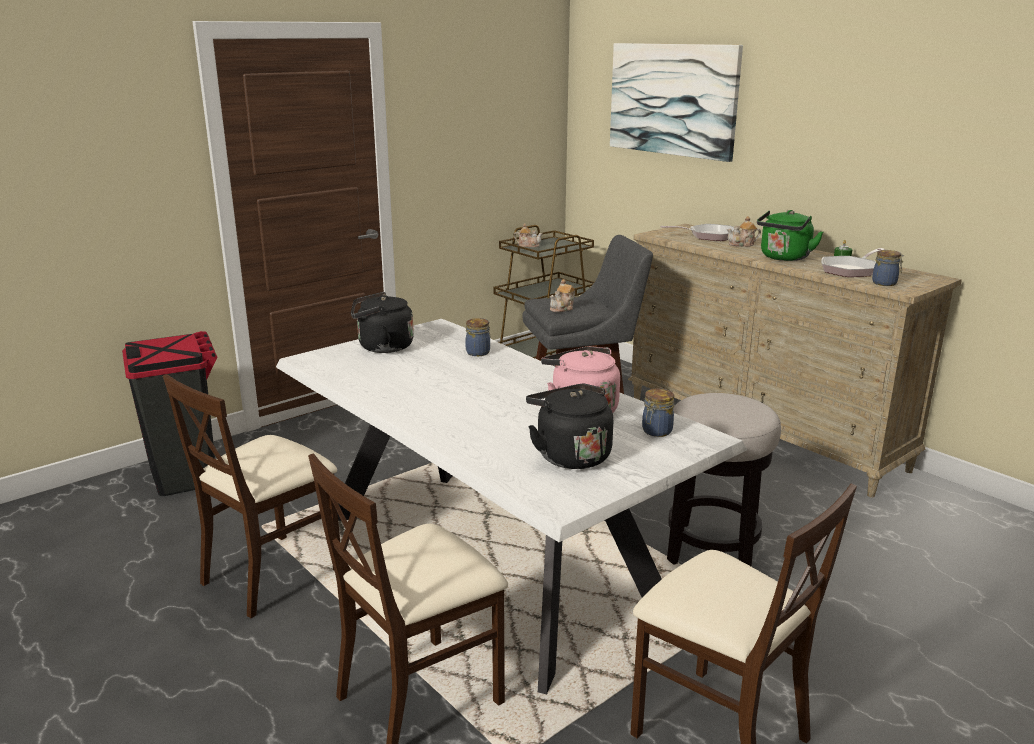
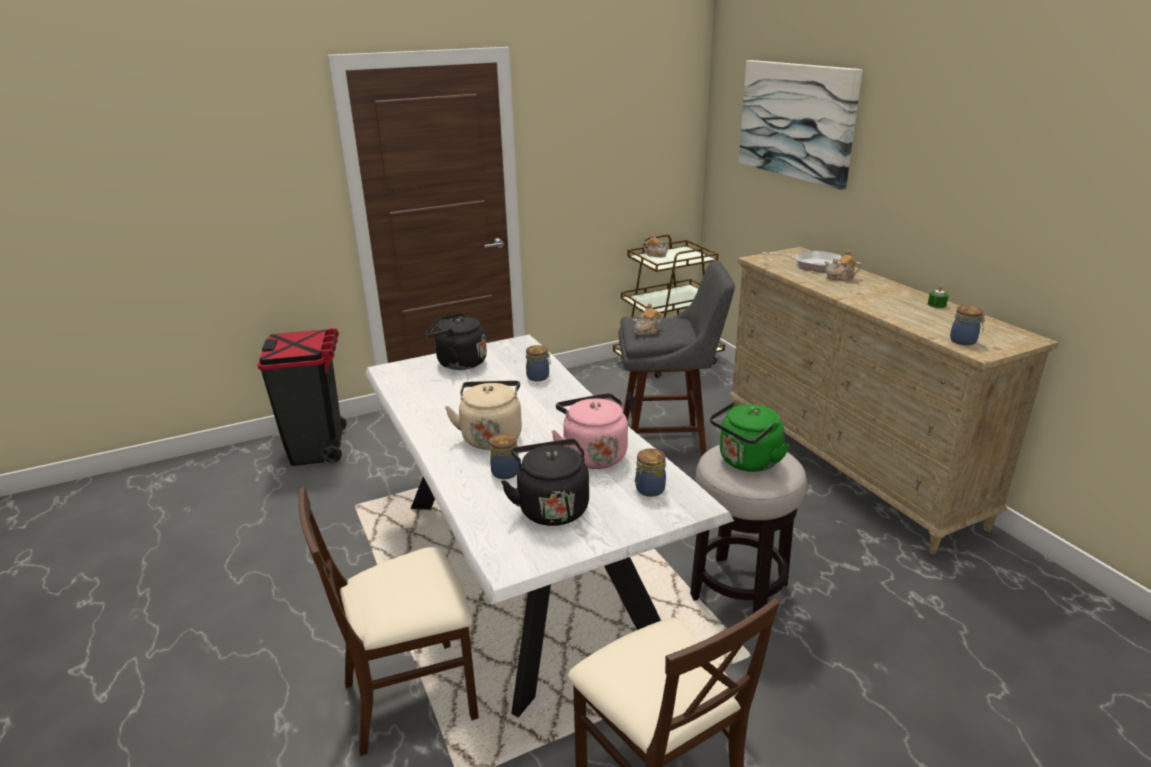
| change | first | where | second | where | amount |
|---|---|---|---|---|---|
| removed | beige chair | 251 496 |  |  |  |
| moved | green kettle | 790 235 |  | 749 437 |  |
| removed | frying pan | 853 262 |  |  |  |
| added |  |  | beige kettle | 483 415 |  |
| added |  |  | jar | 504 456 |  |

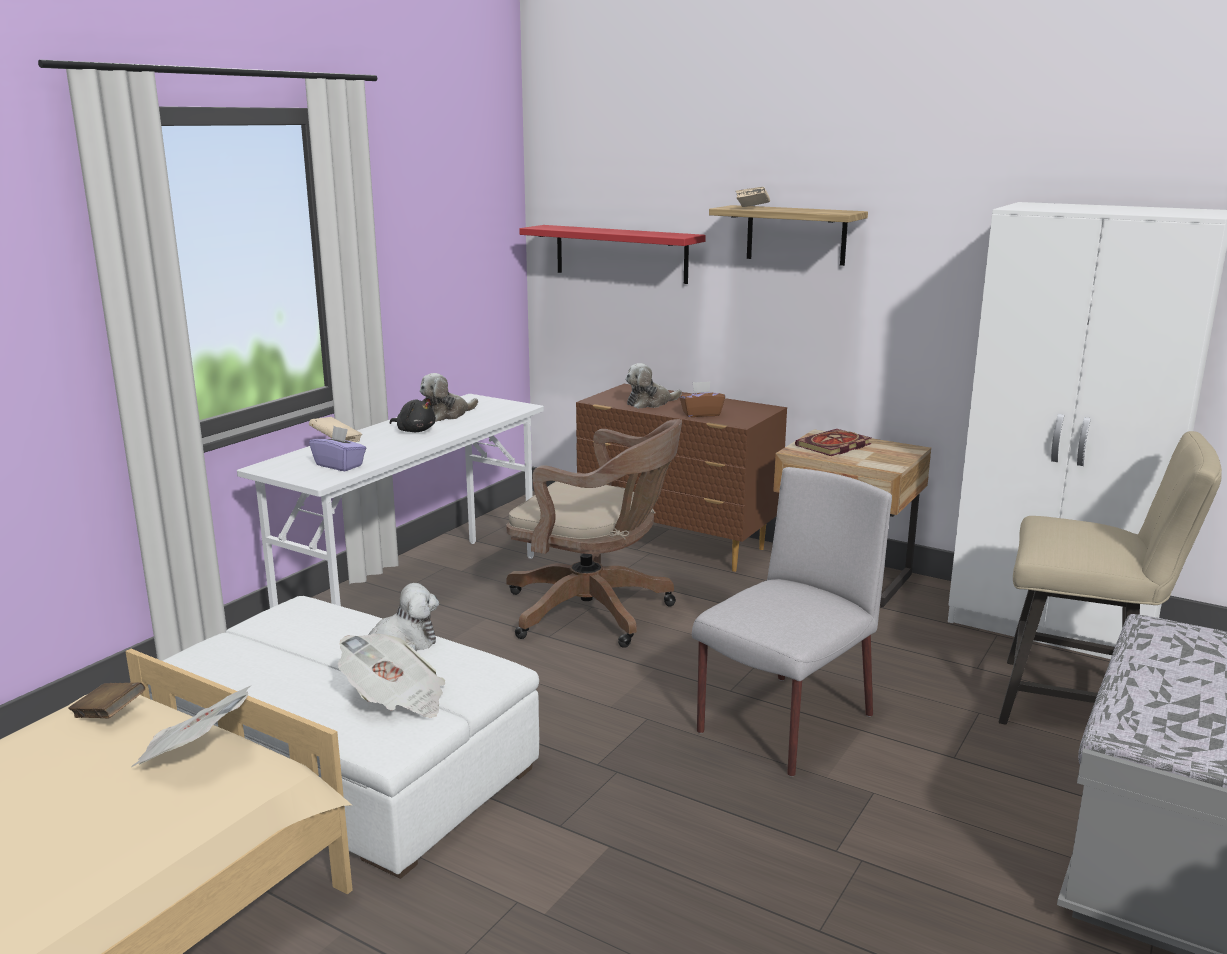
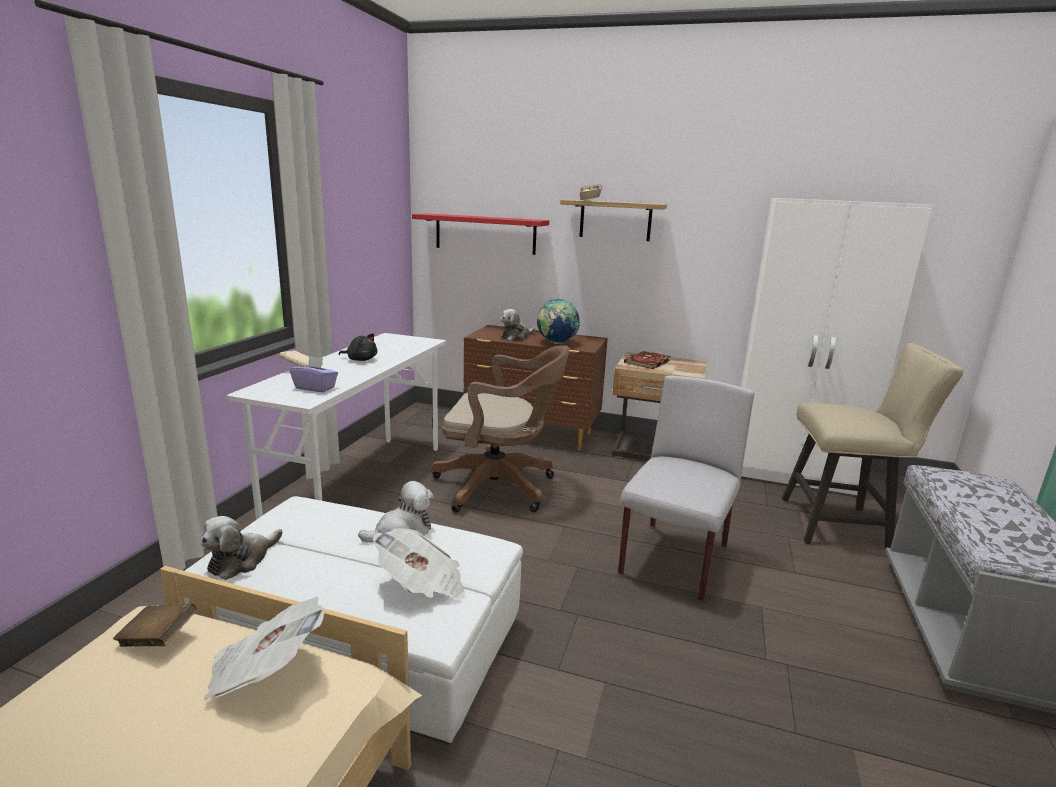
| change | first | where | second | where | amount |
|---|---|---|---|---|---|
| moved | plush toy | 449 397 |  | 242 548 |  |
| replaced | brown tissue box | 702 399 | globe | 558 321 |  |

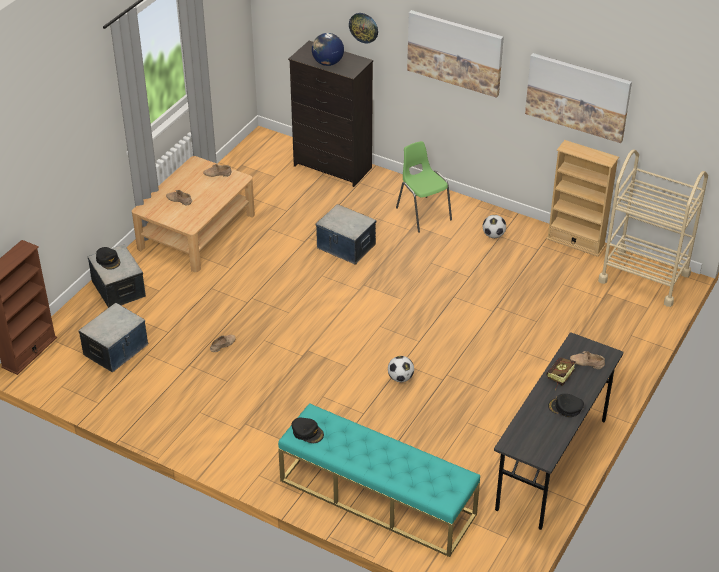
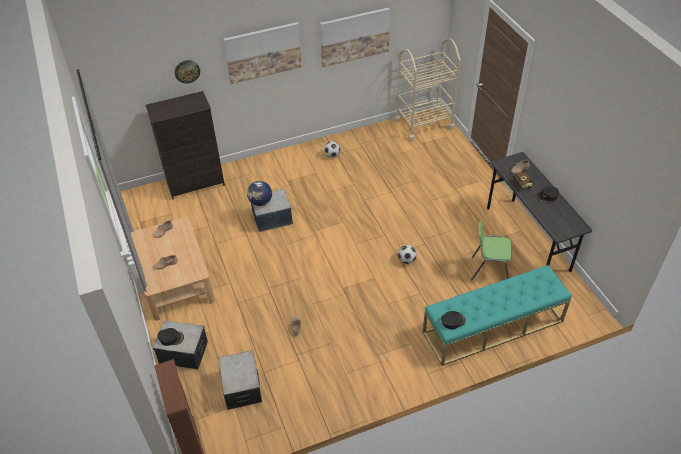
| change | first | where | second | where | amount |
|---|---|---|---|---|---|
| moved | globe | 328 49 |  | 259 193 |  |
| moved | green chair | 424 187 |  | 491 251 |  |
| removed | beige bookcase | 582 198 |  |  |  |

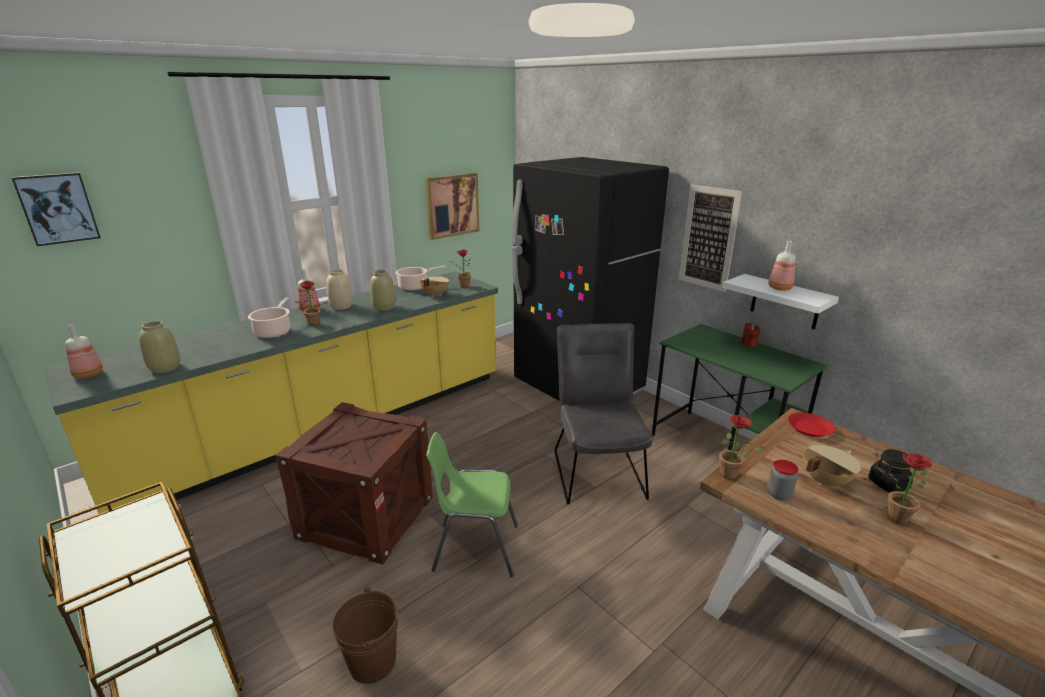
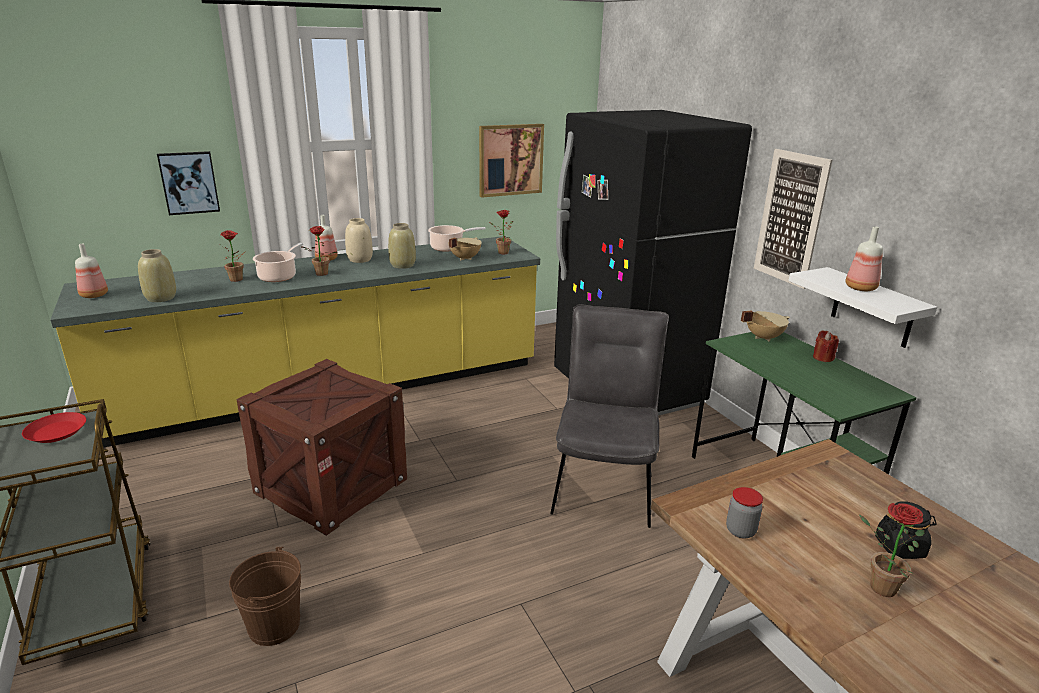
| change | first | where | second | where | amount |
|---|---|---|---|---|---|
| moved | picture | 56 209 |  | 188 183 |  |
| removed | green chair | 472 504 |  |  |  |
| moved | potted plant | 741 447 |  | 233 256 |  |
| moved | red plate | 811 424 |  | 54 427 |  |
| moved | beige cooking pot | 832 466 |  | 765 326 |  |

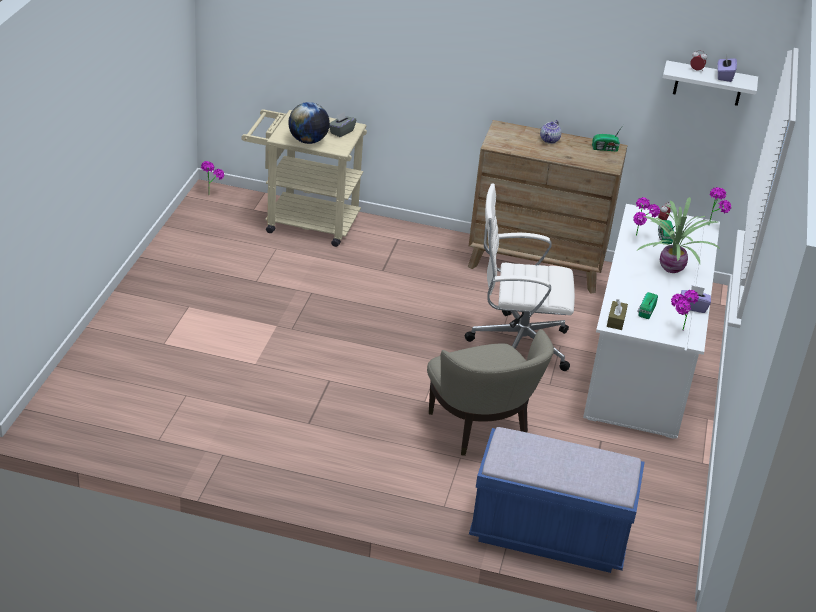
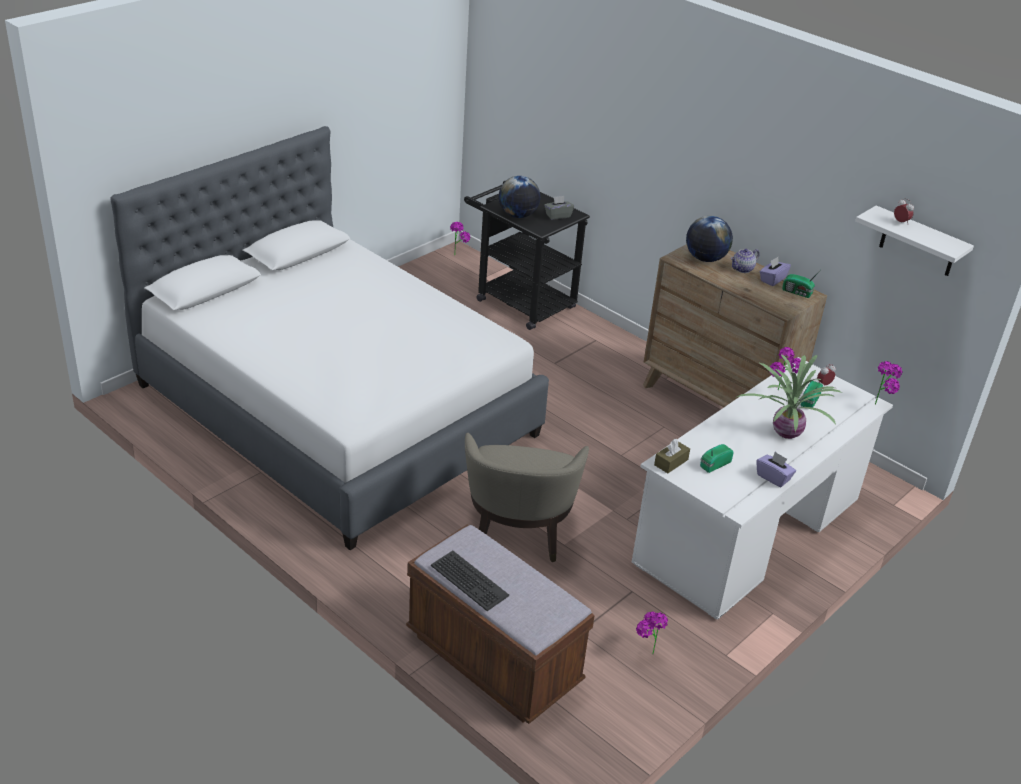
| change | first | where | second | where | amount |
|---|---|---|---|---|---|
| recoloured | beige cart | 304 178 | black cart | 527 255 |  |
| removed | white office chair | 520 277 |  |  |  |
| recoloured | blue bench | 557 500 | brown bench | 500 624 |  |
| moved | potted plant | 685 310 |  | 652 633 |  |
| moved | purple tissue box | 727 68 |  | 775 271 |  |
| added |  |  | white bed | 330 338 |  |
| added |  |  | keyboard | 470 581 |  |
| added |  |  | globe | 709 239 |  |

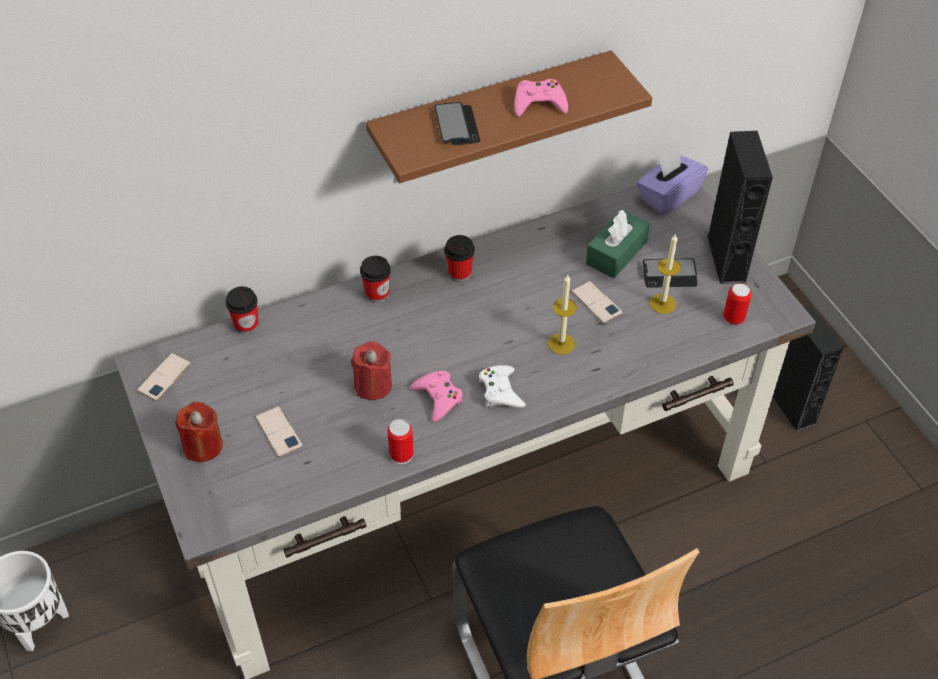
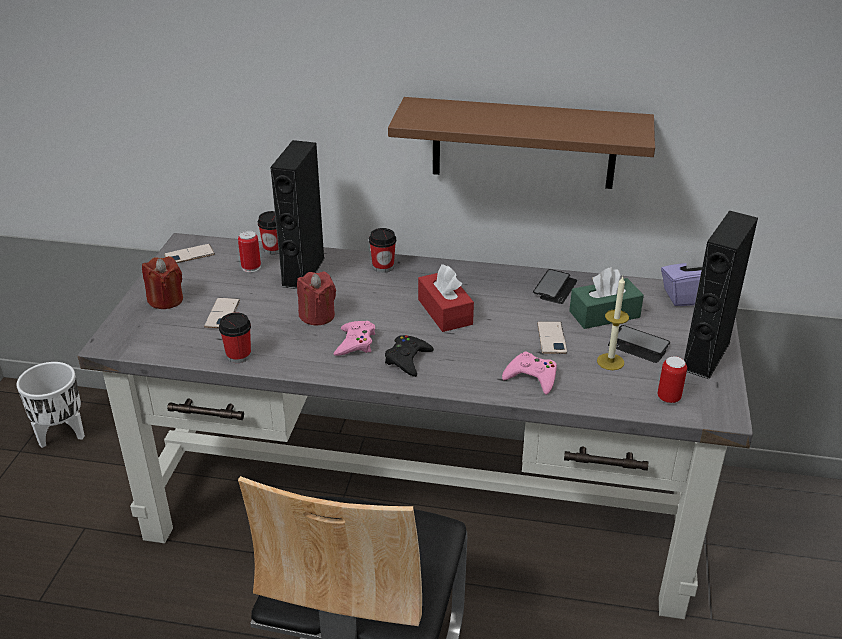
| change | first | where | second | where | amount |
|---|---|---|---|---|---|
| moved | can | 400 441 |  | 249 251 |  |
| moved | phone | 457 123 |  | 555 286 |  |
| moved | cup | 459 258 |  | 235 338 |  |
| recoloured | white game controller | 502 386 | black game controller | 409 356 |  |
| moved | pink game controller | 541 98 |  | 529 373 |  |
| removed | candle | 562 315 |  |  |  |
| moved | black speaker | 808 369 |  | 297 214 |  |
| added |  |  | red tissue box | 446 298 |  |

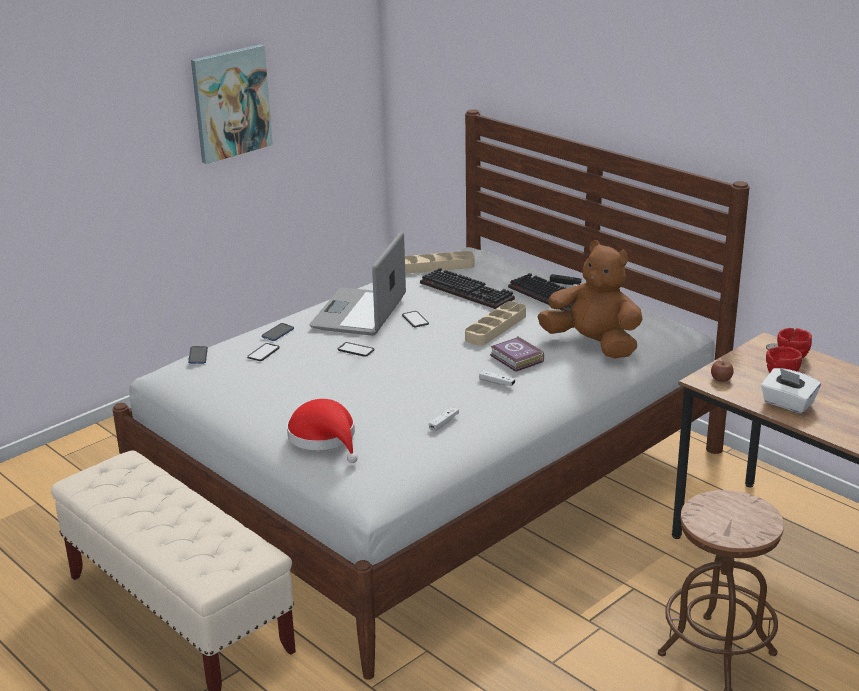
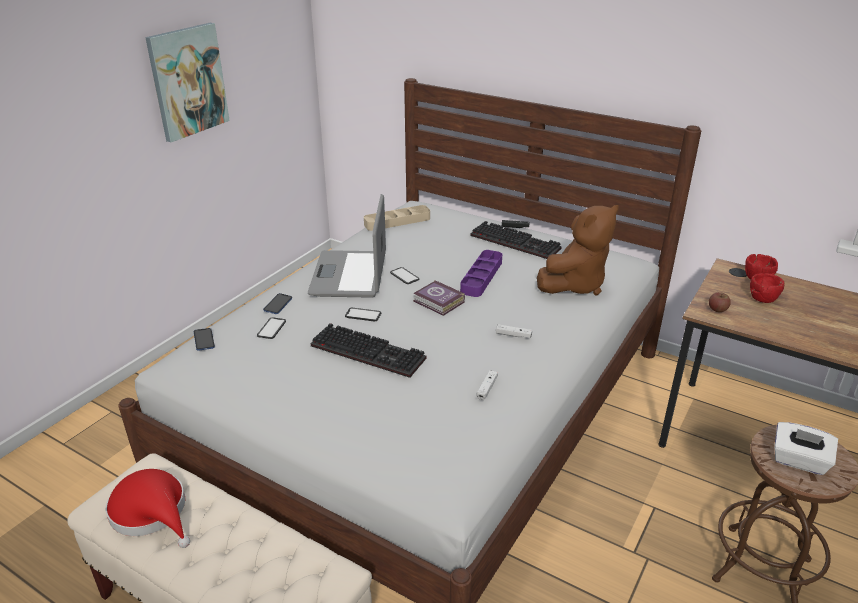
| change | first | where | second | where | amount |
|---|---|---|---|---|---|
| moved | red hat | 322 431 |  | 148 508 |  |
| moved | keyboard | 467 288 |  | 368 350 |  |
| recoloured | beige tray | 495 323 | purple tray | 481 273 |  |
| moved | book | 517 354 |  | 439 298 |  |
| turned | brown plush toy | 590 299 |  | 578 250 | 120 degrees clockwise |
| moved | white tissue box | 791 391 |  | 806 448 |  |

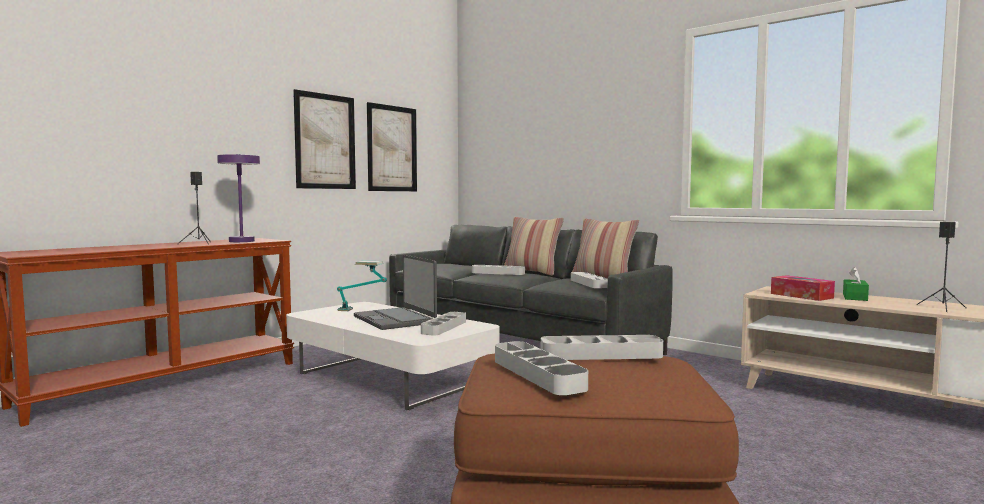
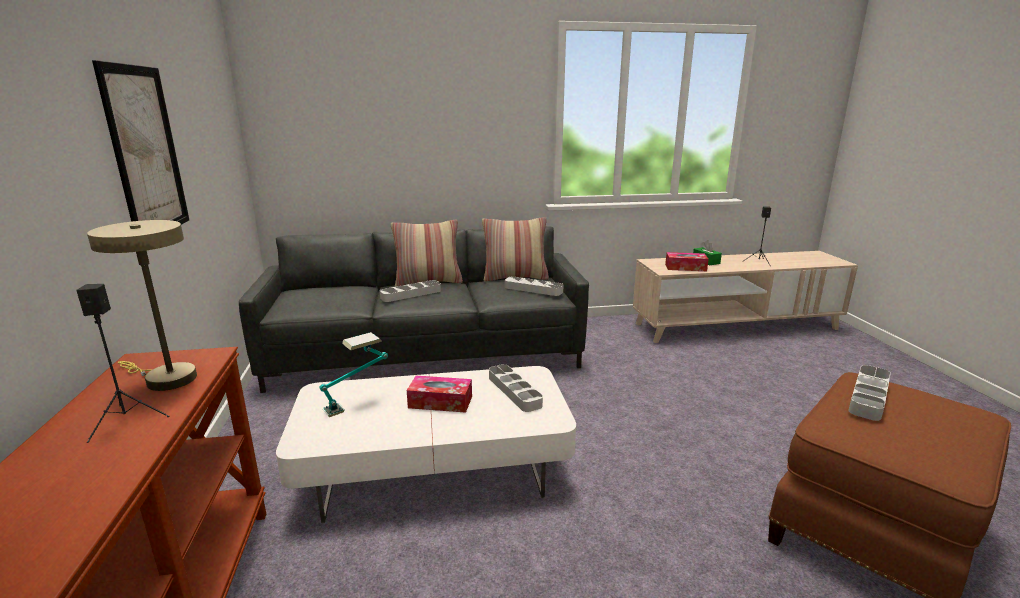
| change | first | where | second | where | amount |
|---|---|---|---|---|---|
| recoloured | purple table lamp | 238 198 | beige table lamp | 142 305 |  |
| replaced | laptop | 395 292 | tissue box | 439 394 |  |
| removed | picture | 392 146 |  |  |  |
| removed | grey tray | 541 368 |  |  |  |

